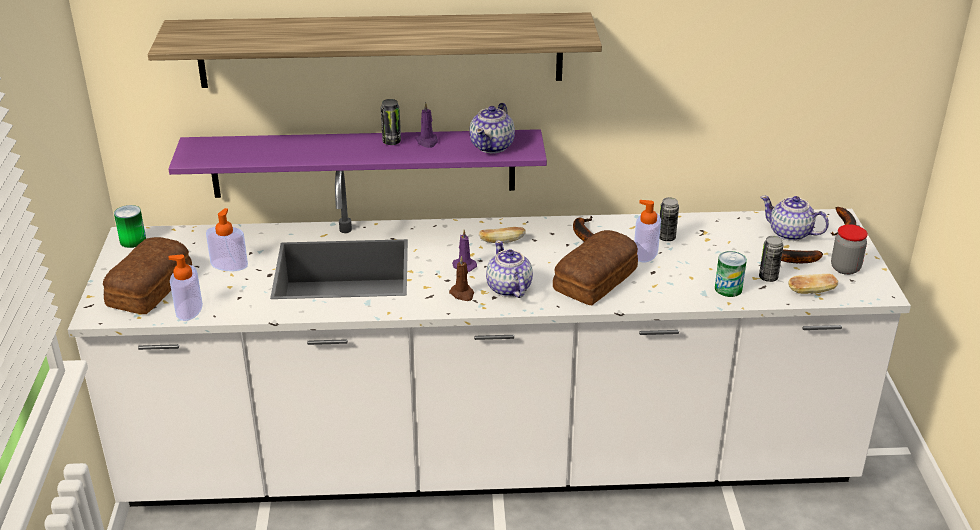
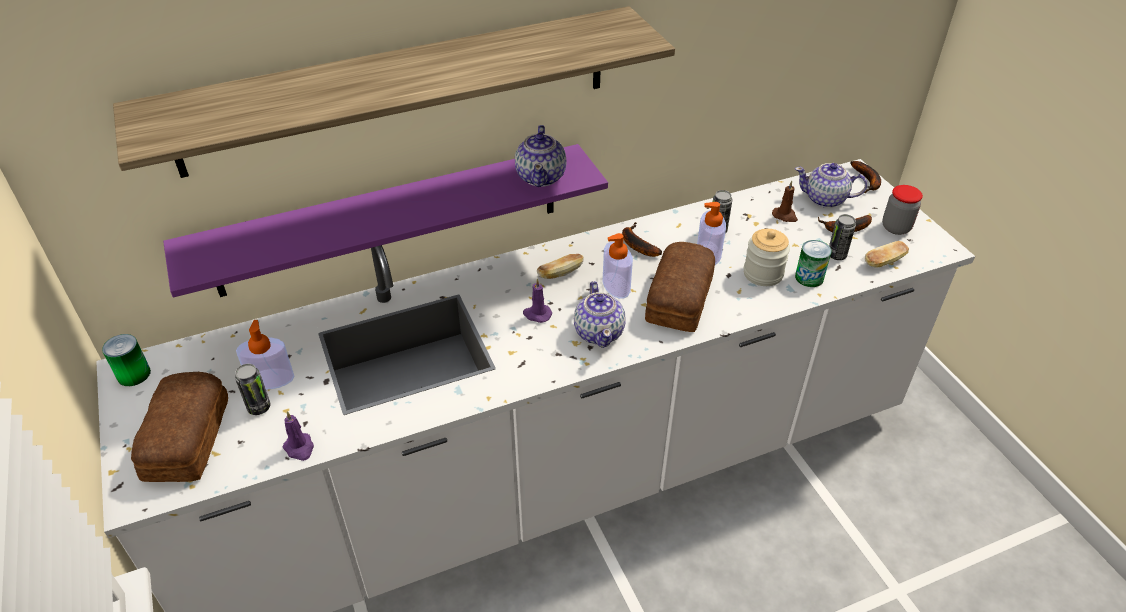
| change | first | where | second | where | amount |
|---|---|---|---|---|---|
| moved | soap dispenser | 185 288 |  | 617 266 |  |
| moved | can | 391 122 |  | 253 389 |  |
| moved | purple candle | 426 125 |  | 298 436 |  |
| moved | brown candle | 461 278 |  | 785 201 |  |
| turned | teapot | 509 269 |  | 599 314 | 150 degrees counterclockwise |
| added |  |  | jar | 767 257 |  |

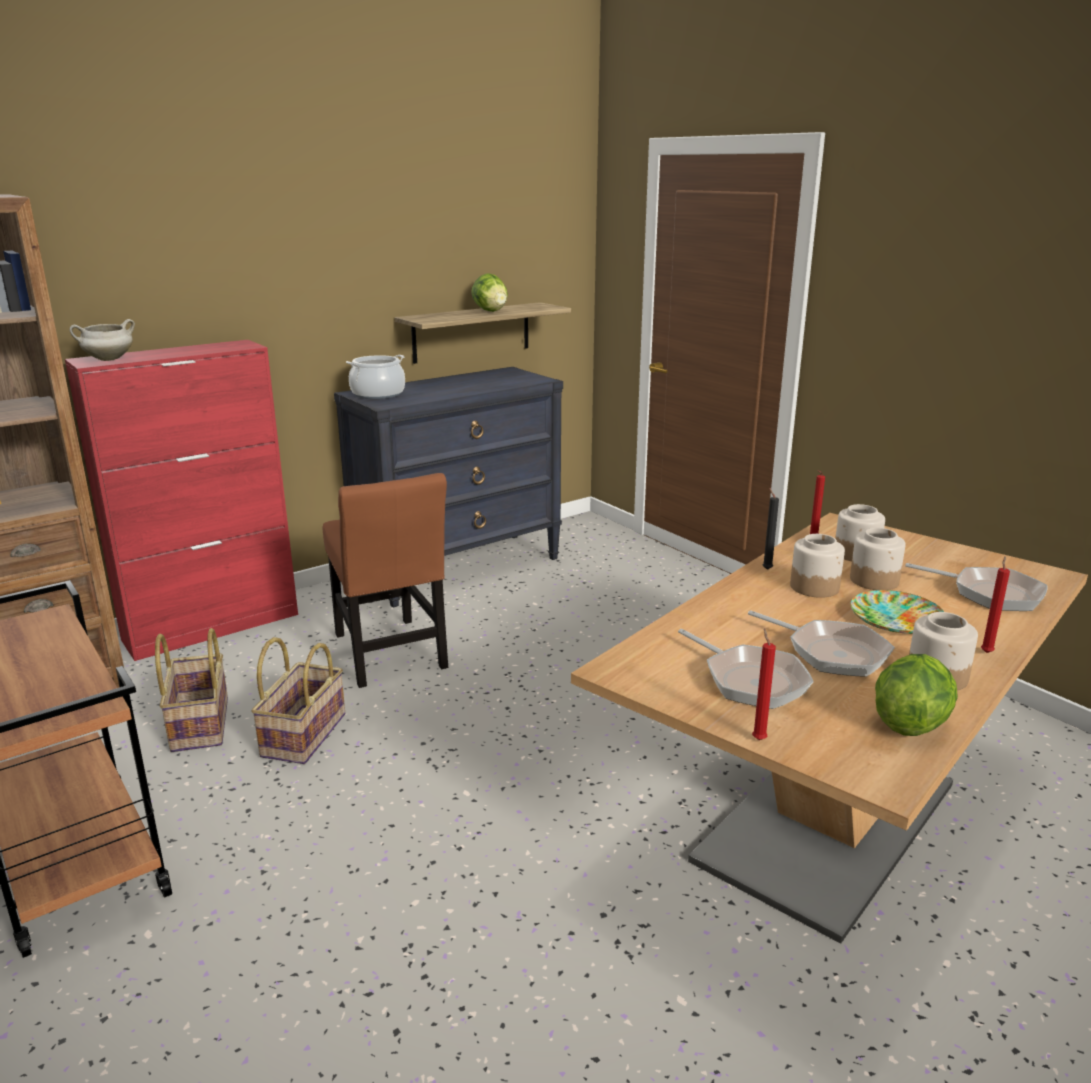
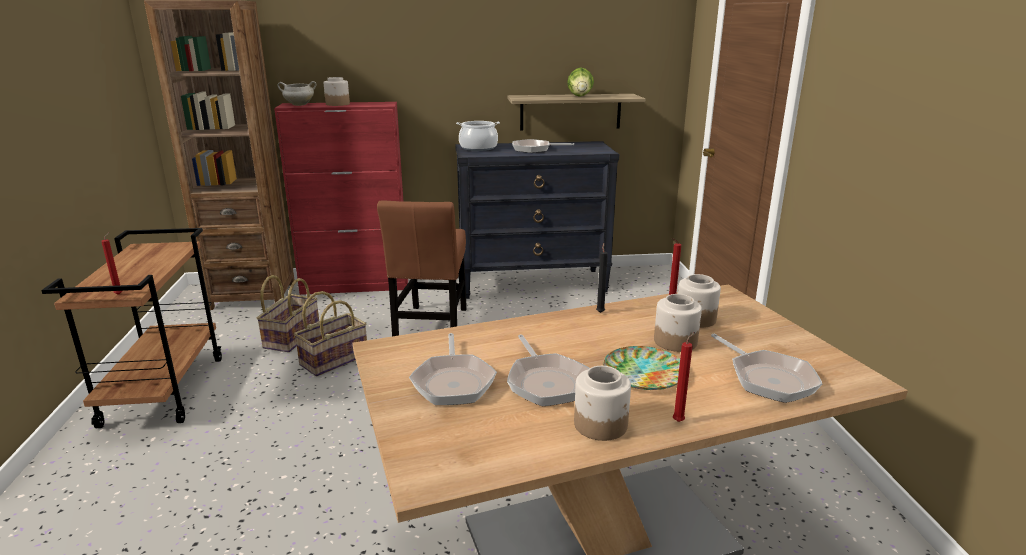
| change | first | where | second | where | amount |
|---|---|---|---|---|---|
| moved | red candle | 764 684 |  | 111 263 |  |
| moved | jar | 817 566 |  | 336 91 |  |
| removed | lettuce | 916 695 |  |  |  |
| added |  |  | frying pan | 543 146 |  |

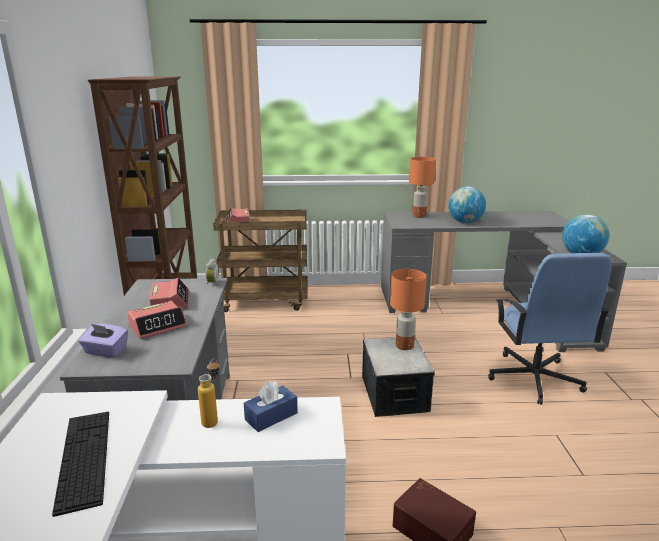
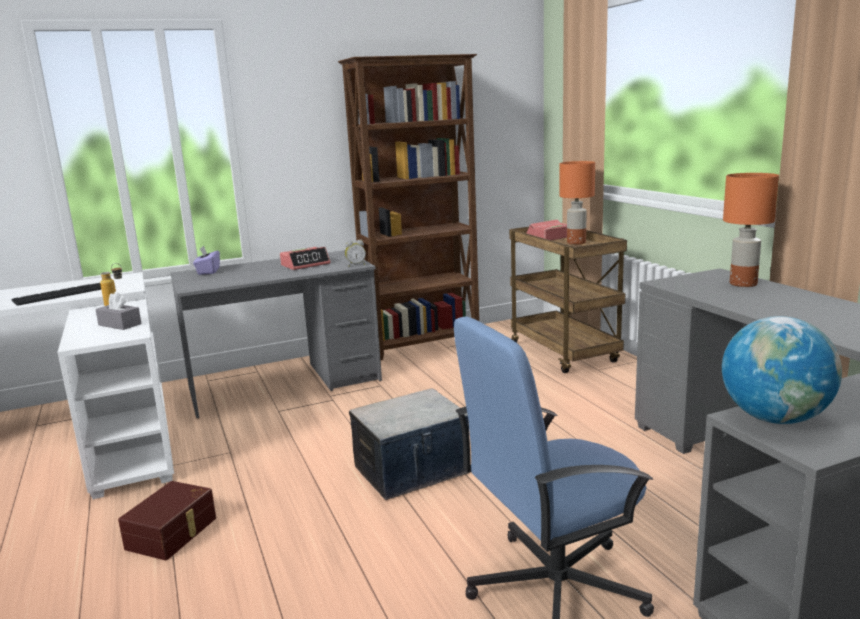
| change | first | where | second | where | amount |
|---|---|---|---|---|---|
| removed | alarm clock | 157 320 |  |  |  |
| recoloured | blue tissue box | 271 406 | grey tissue box | 118 311 |  |
| moved | orange table lamp | 408 309 |  | 577 202 |  |
| removed | globe | 467 205 |  |  |  |

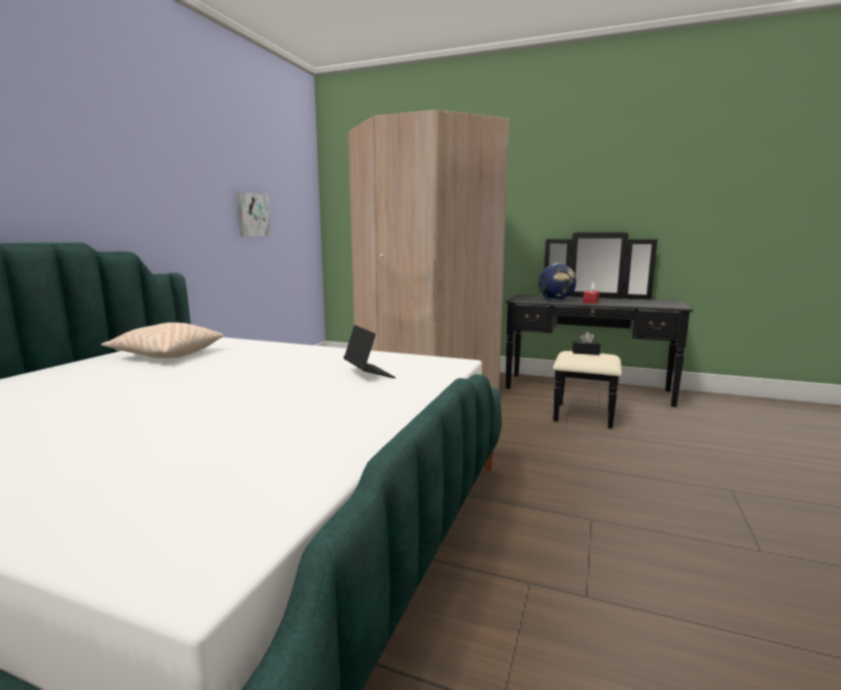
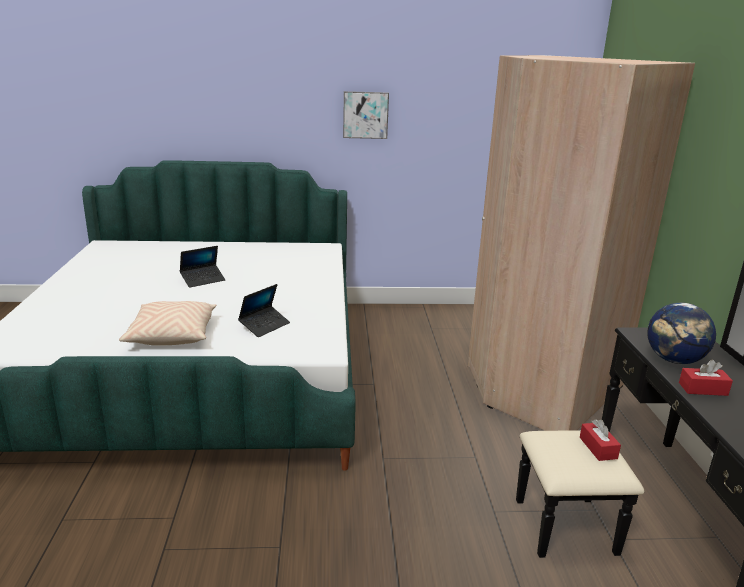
| change | first | where | second | where | amount |
|---|---|---|---|---|---|
| moved | beige pillow | 162 340 |  | 167 323 |  |
| moved | picture | 254 214 |  | 366 115 |  |
| recoloured | black tissue box | 586 343 | red tissue box | 600 440 |  |
| added |  |  | laptop | 202 267 |  |

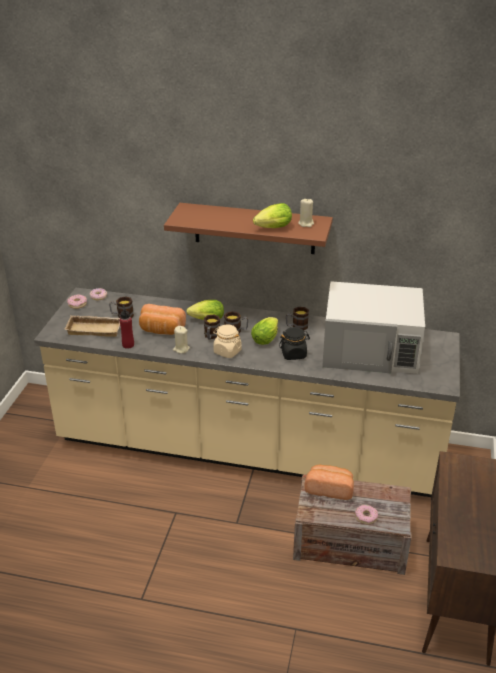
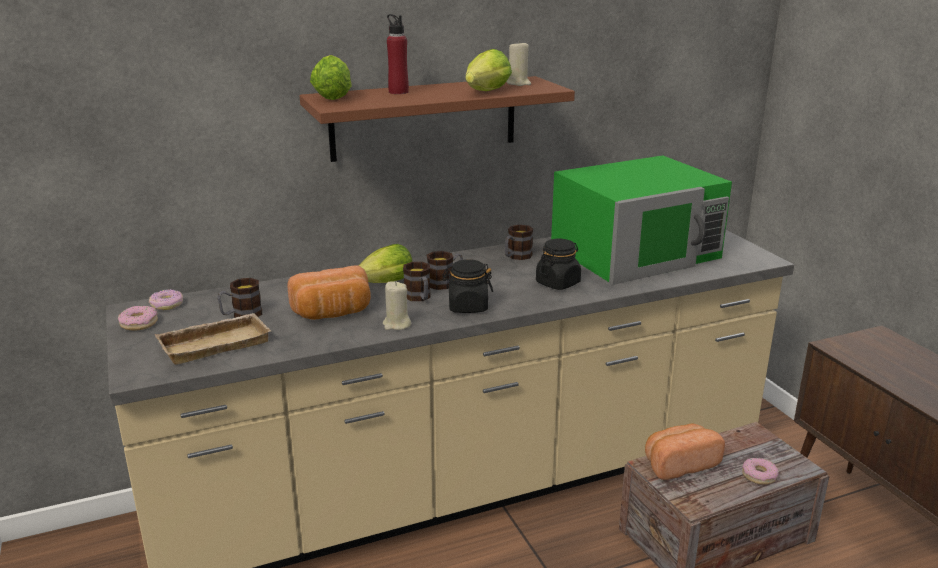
| change | first | where | second | where | amount |
|---|---|---|---|---|---|
| moved | red bottle | 127 327 |  | 398 54 |  |
| recoloured | beige jar | 227 341 | black jar | 467 286 |  |
| moved | lettuce | 264 331 |  | 330 77 |  |
| recoloured | white microwave | 373 327 | green microwave | 641 220 |  |

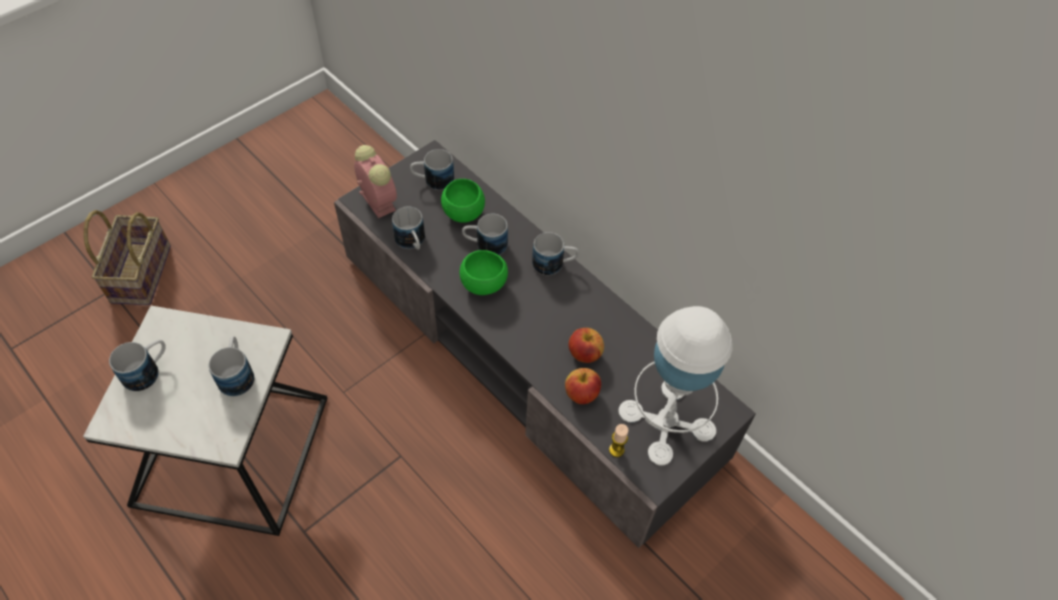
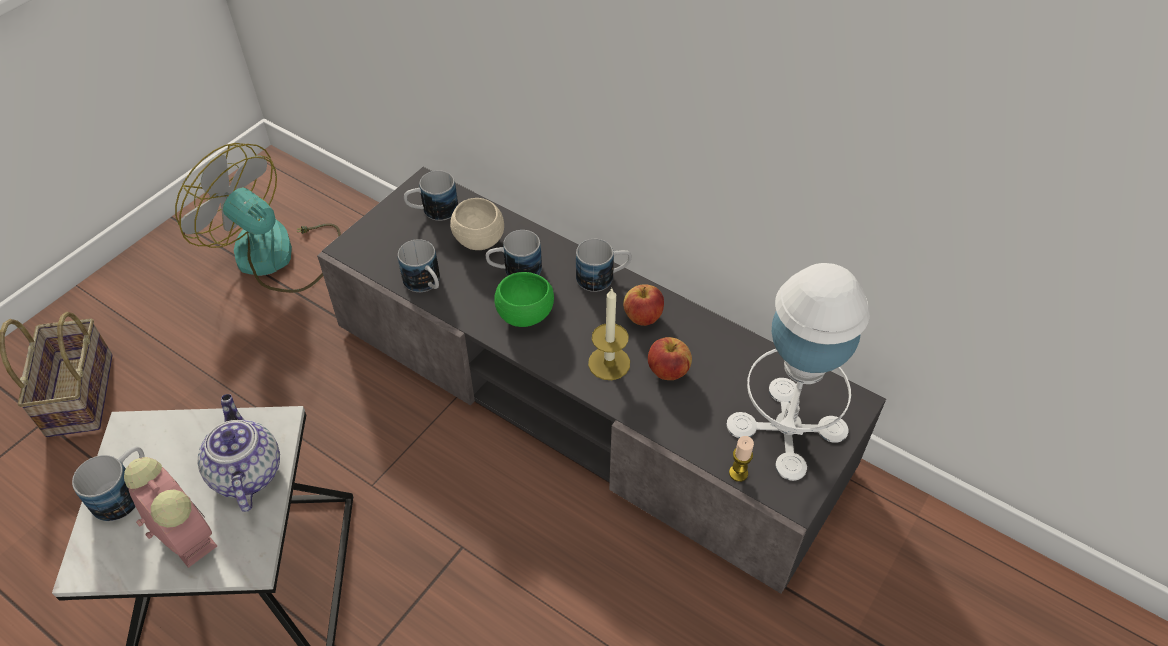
| change | first | where | second | where | amount |
|---|---|---|---|---|---|
| replaced | mug | 231 366 | teapot | 239 453 |  |
| moved | alarm clock | 375 181 |  | 170 512 |  |
| recoloured | green bowl | 463 201 | beige bowl | 477 224 |  |
| moved | apple | 583 386 |  | 643 305 |  |
| added |  |  | fan | 258 218 |  |
| added |  |  | candle | 609 333 |  |

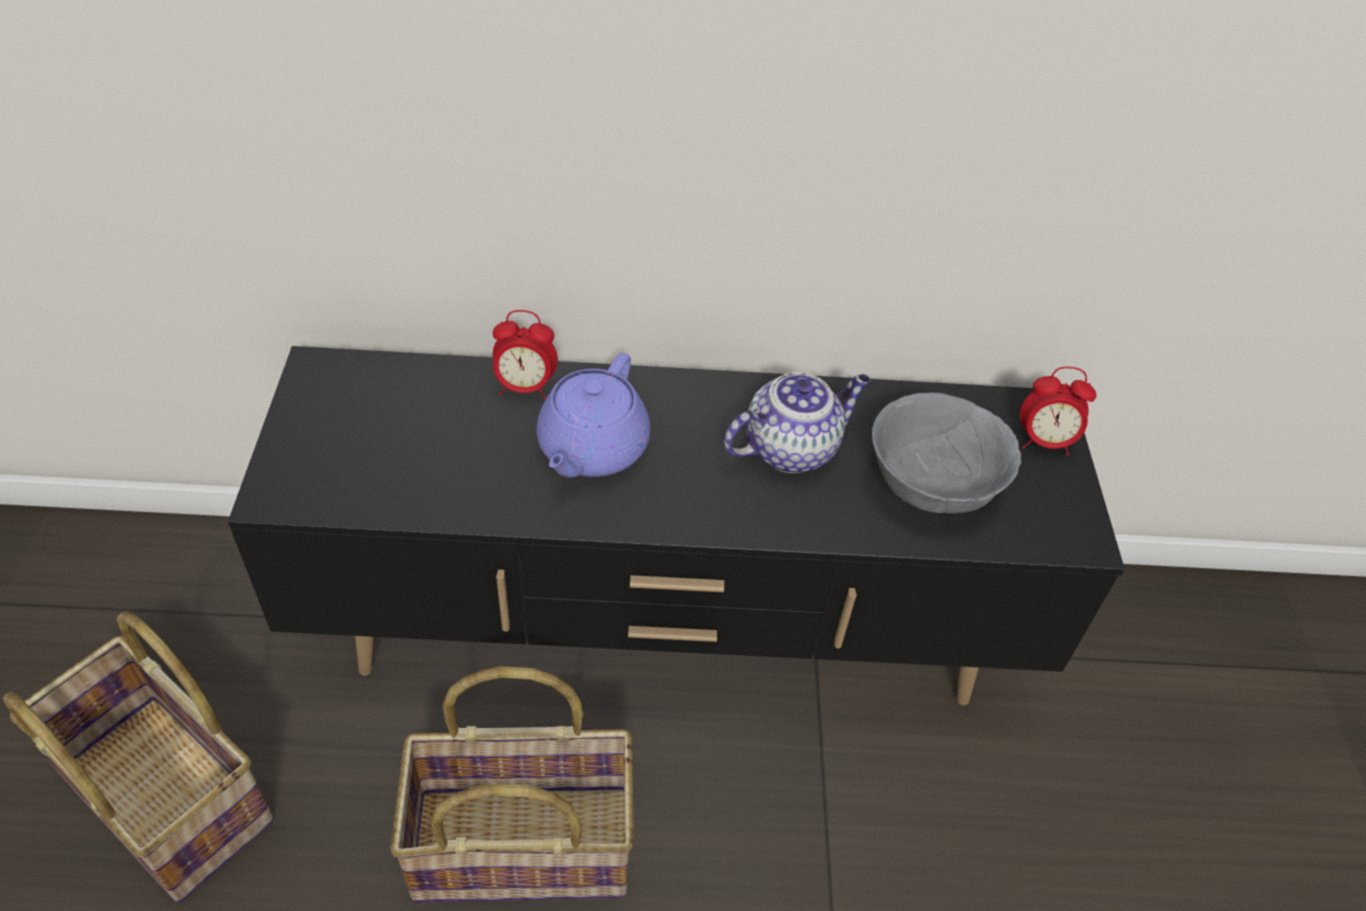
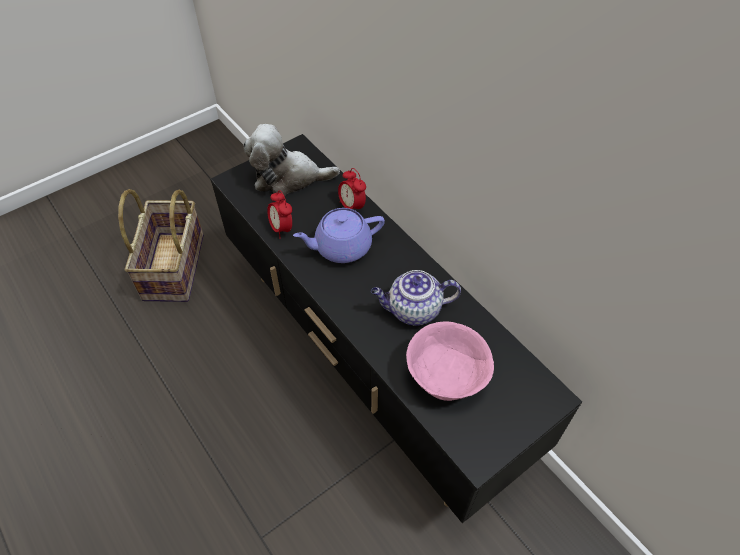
| change | first | where | second | where | amount |
|---|---|---|---|---|---|
| removed | basket | 512 784 |  |  |  |
| turned | teapot | 797 422 |  | 416 298 | 150 degrees clockwise |
| recoloured | grey bowl | 946 453 | pink bowl | 450 361 |  |
| moved | alarm clock | 1058 411 |  | 279 214 |  |
| added |  |  | plush toy | 291 160 |  |

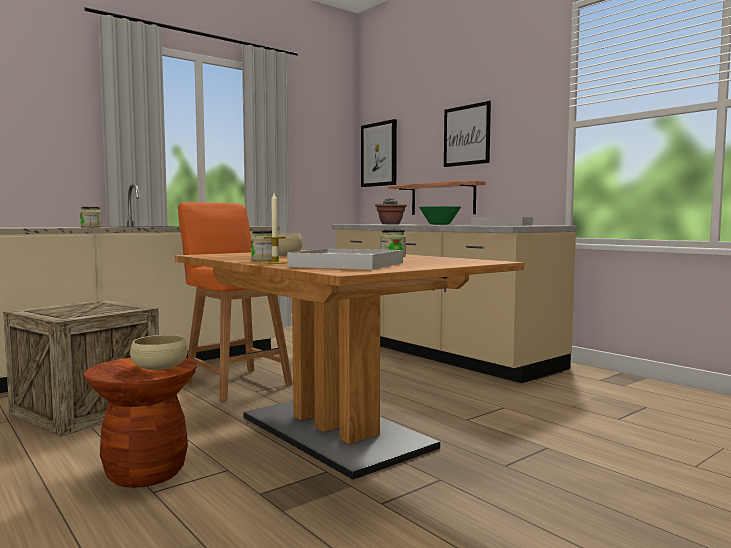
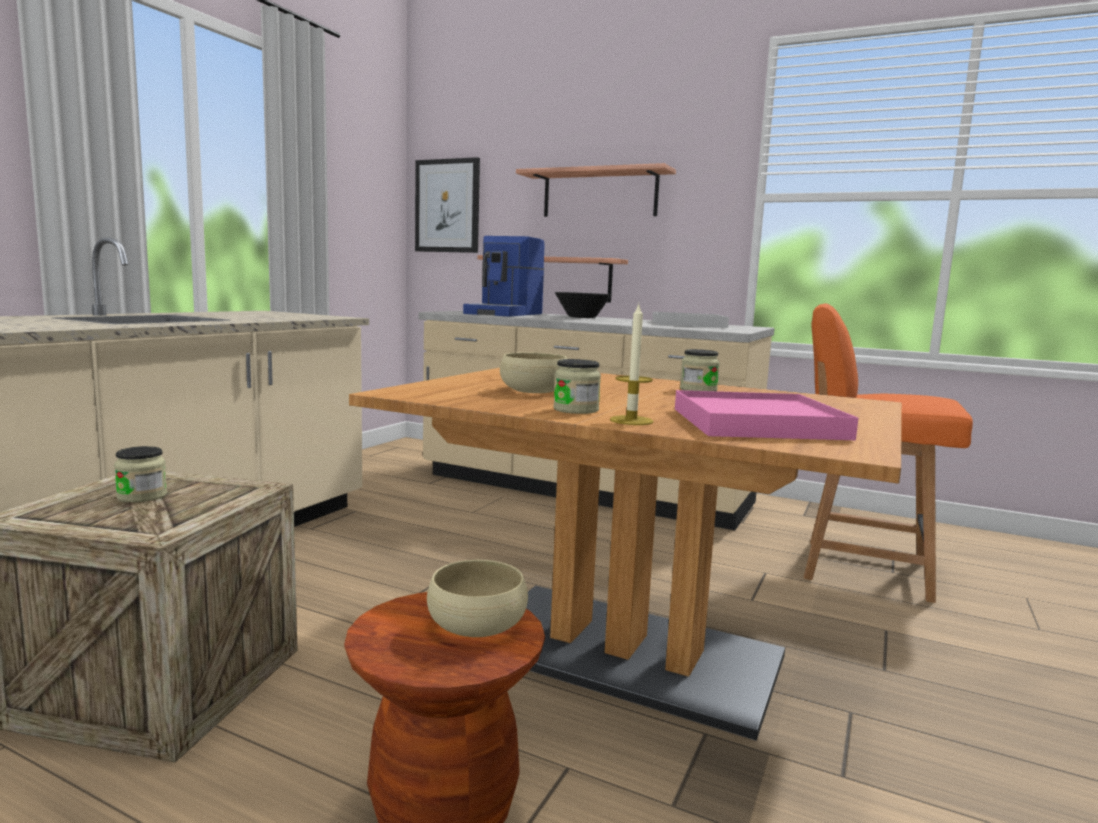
| change | first | where | second | where | amount |
|---|---|---|---|---|---|
| moved | jar | 91 217 |  | 140 474 |  |
| moved | orange chair | 235 301 |  | 888 453 |  |
| recoloured | white tray | 345 259 | pink tray | 766 415 |  |
| replaced | potted plant | 391 211 | coffee machine | 503 276 |  |
| recoloured | green bowl | 440 215 | black bowl | 583 305 |  |
| replaced | picture | 467 134 | shelf | 596 190 |  |

